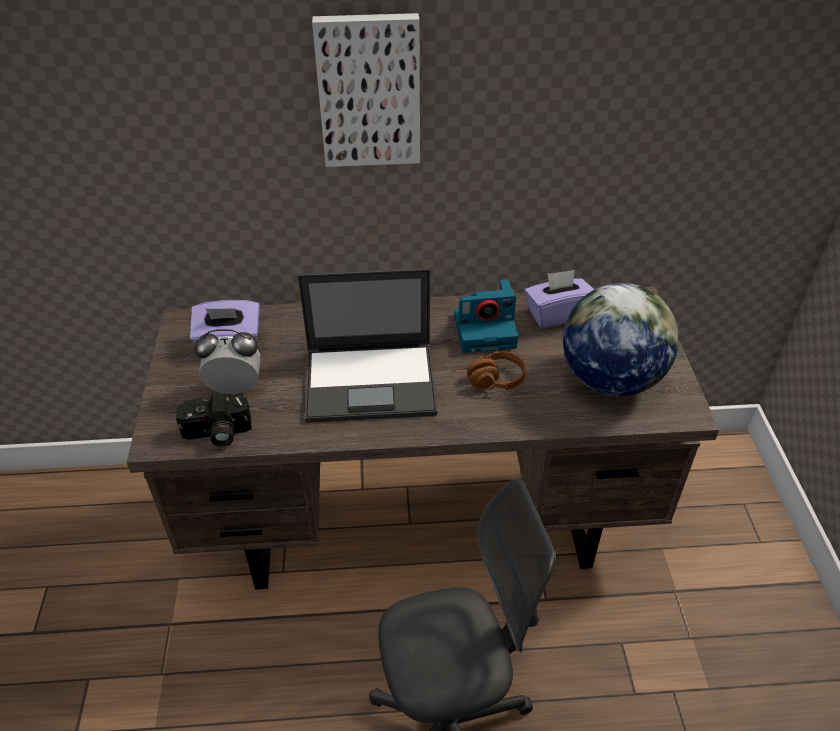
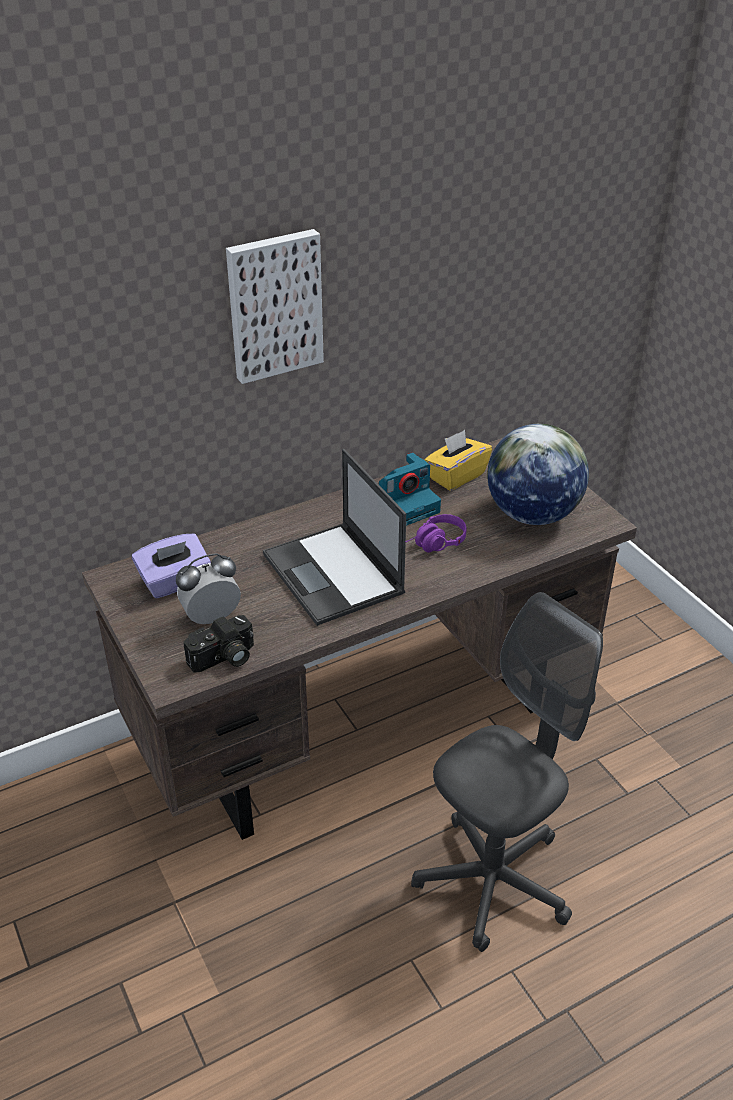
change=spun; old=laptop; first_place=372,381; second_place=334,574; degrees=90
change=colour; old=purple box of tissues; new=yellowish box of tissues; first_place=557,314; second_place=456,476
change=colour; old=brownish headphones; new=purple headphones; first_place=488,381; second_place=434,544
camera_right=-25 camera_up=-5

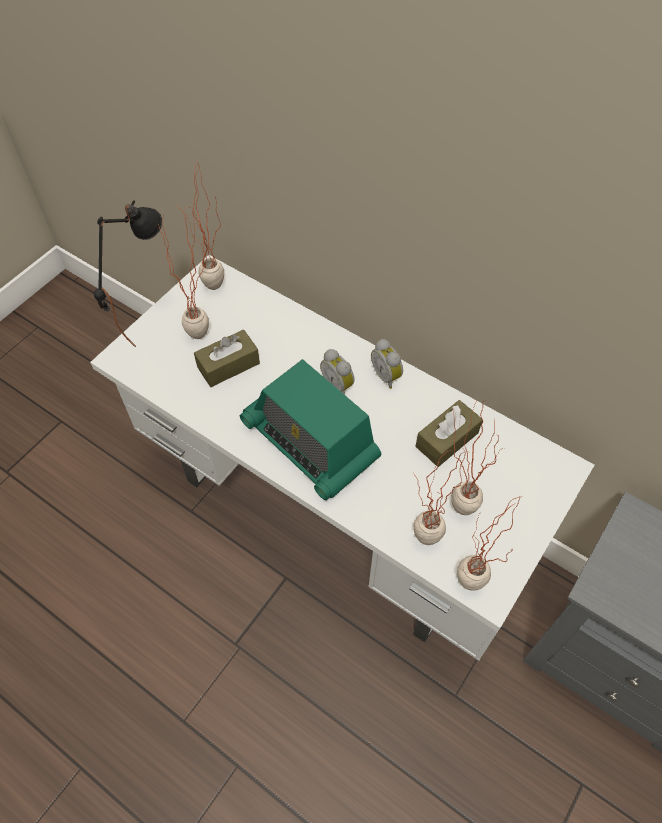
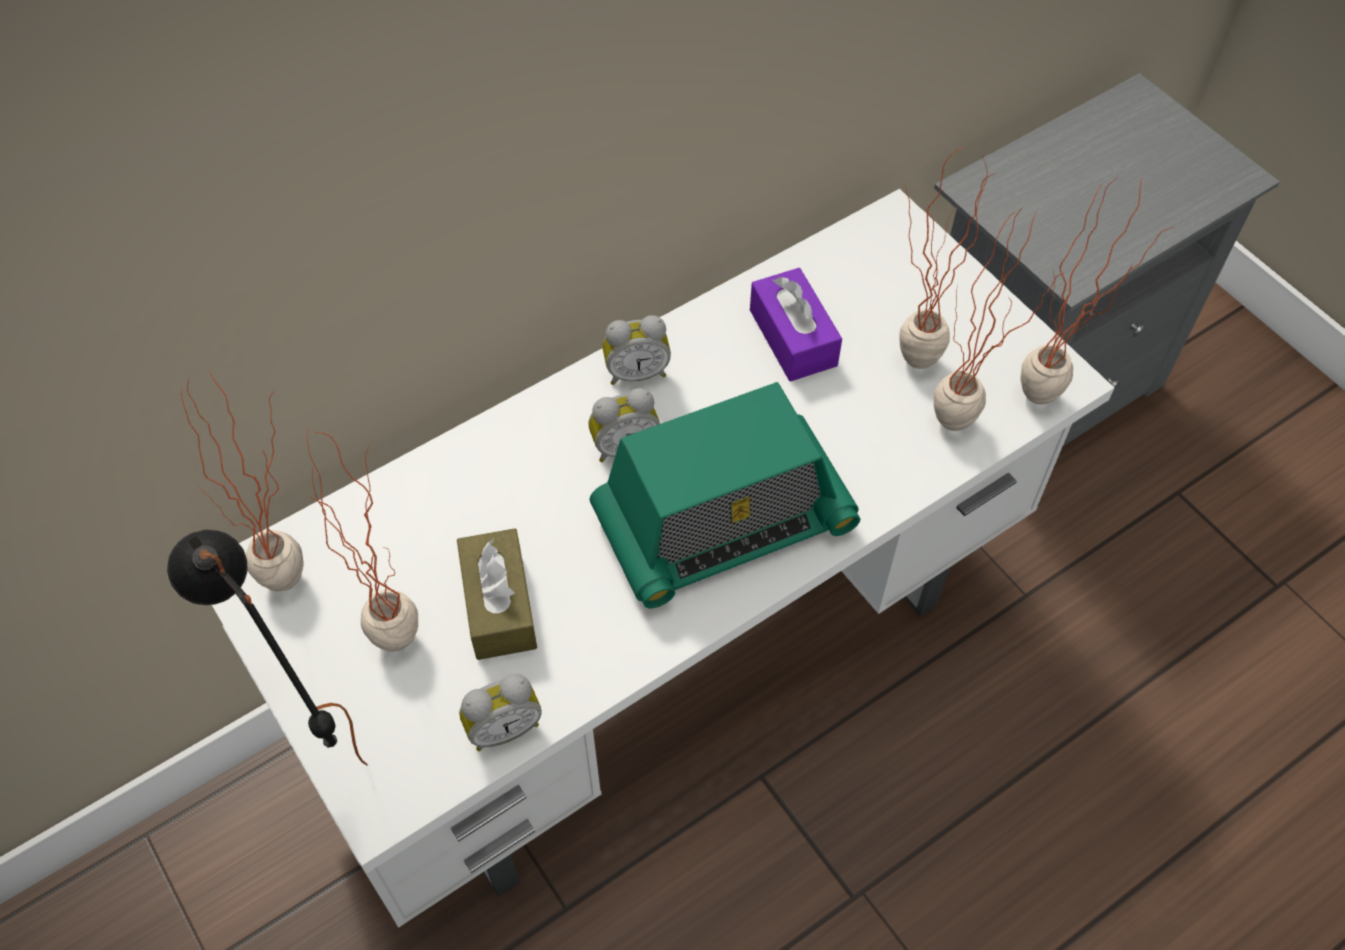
change=colour; old=brownish box of tissues; new=purple box of tissues; first_place=447,439; second_place=793,337
change=appeared; new=bedside clock; second_place=503,727
camera_right=-70 camera_up=0

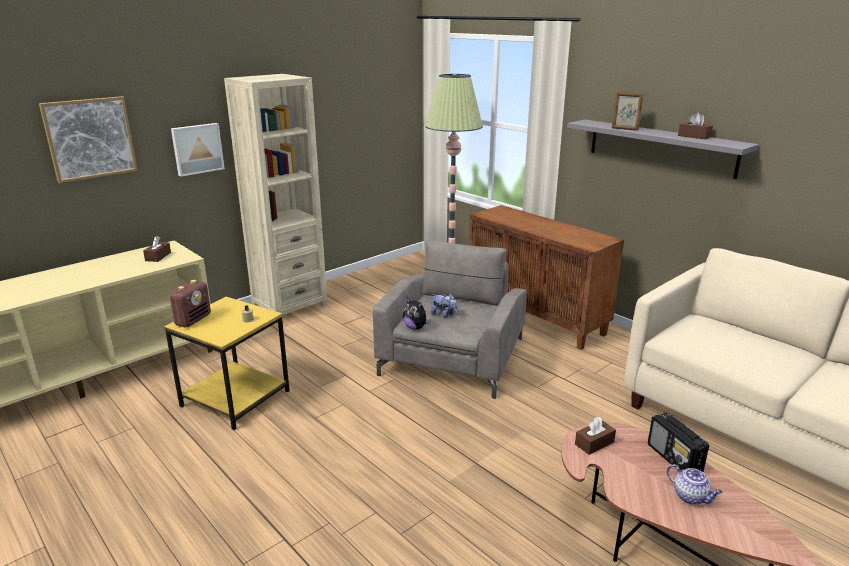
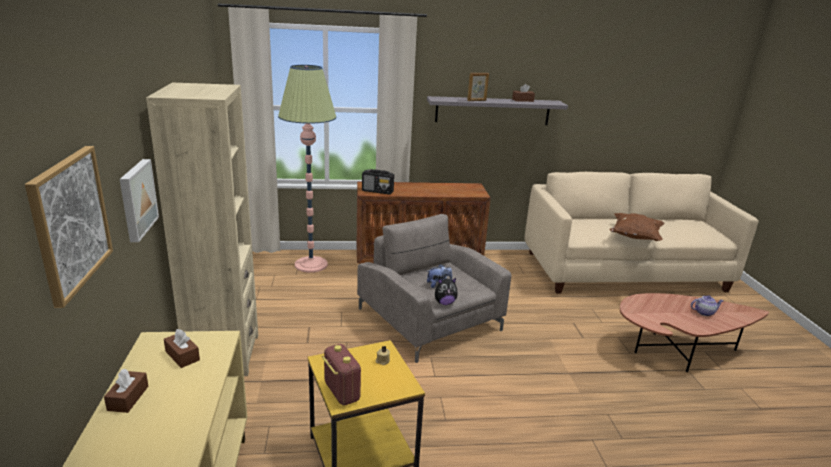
change=relocated; old=radio set; first_place=674,459; second_place=378,191
change=relocated; old=brownish box of tissues; first_place=594,443; second_place=128,398
change=appeared; new=brownish pillow; second_place=634,237
camera_right=-55 camera_up=0

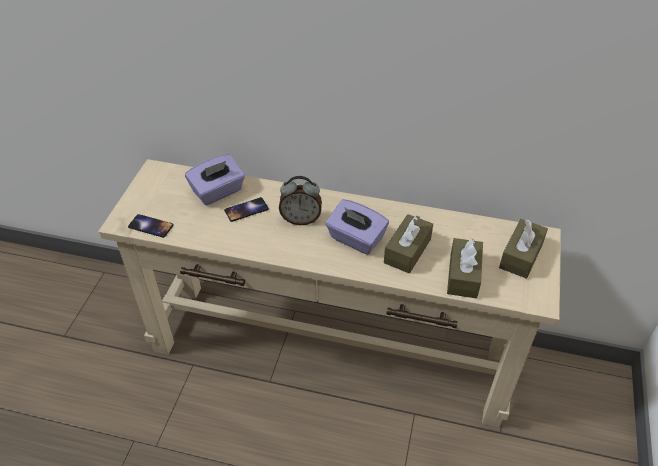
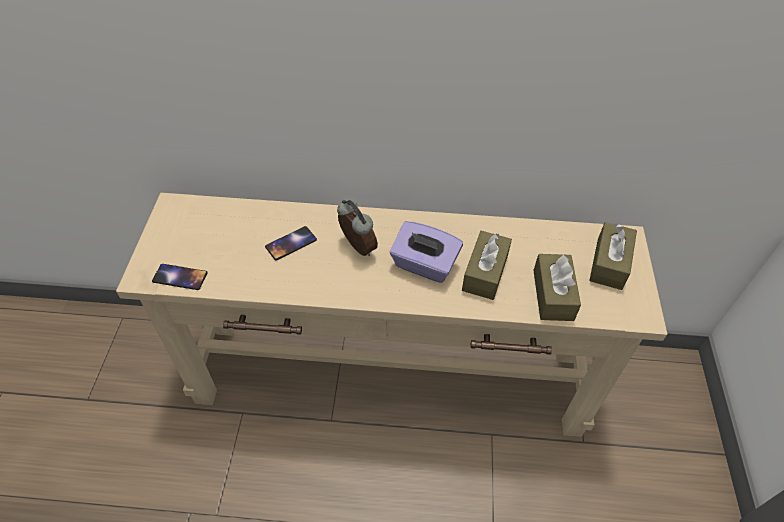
change=missing; old=purple box of tissues; first_place=218,192
change=spun; old=bedside clock; first_place=301,219; second_place=356,248; degrees=-120
camera_right=-10 camera_up=5

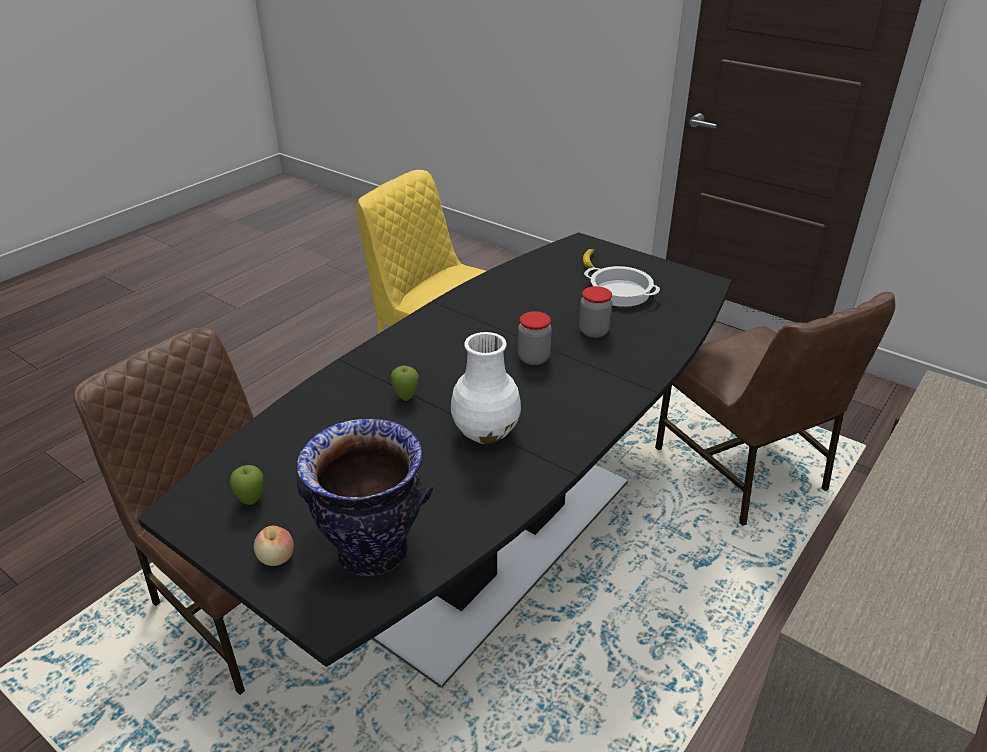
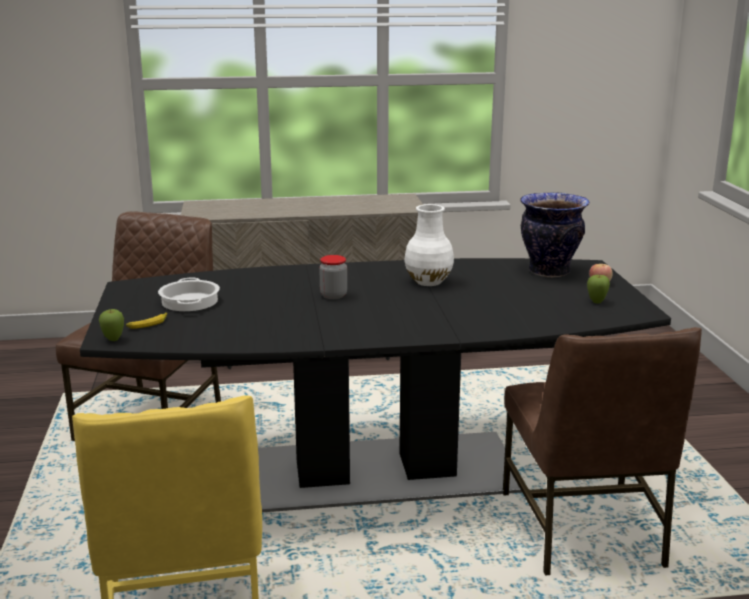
change=missing; old=preserve jar; first_place=593,331
change=relocated; old=whole apple; first_place=406,398; second_place=113,340
camera_right=-135 camera_up=-15

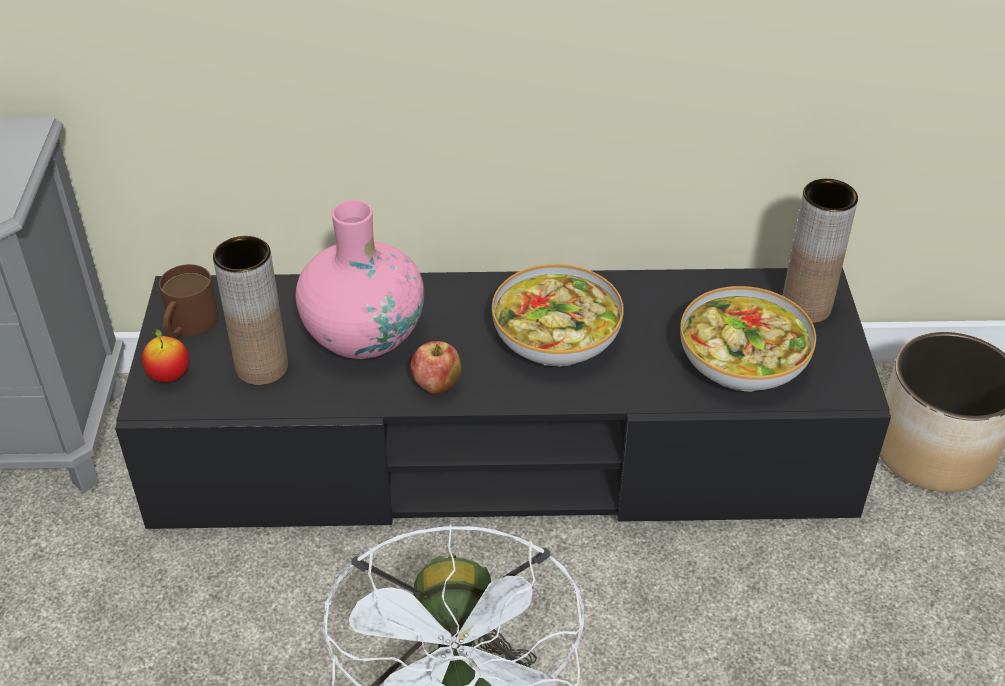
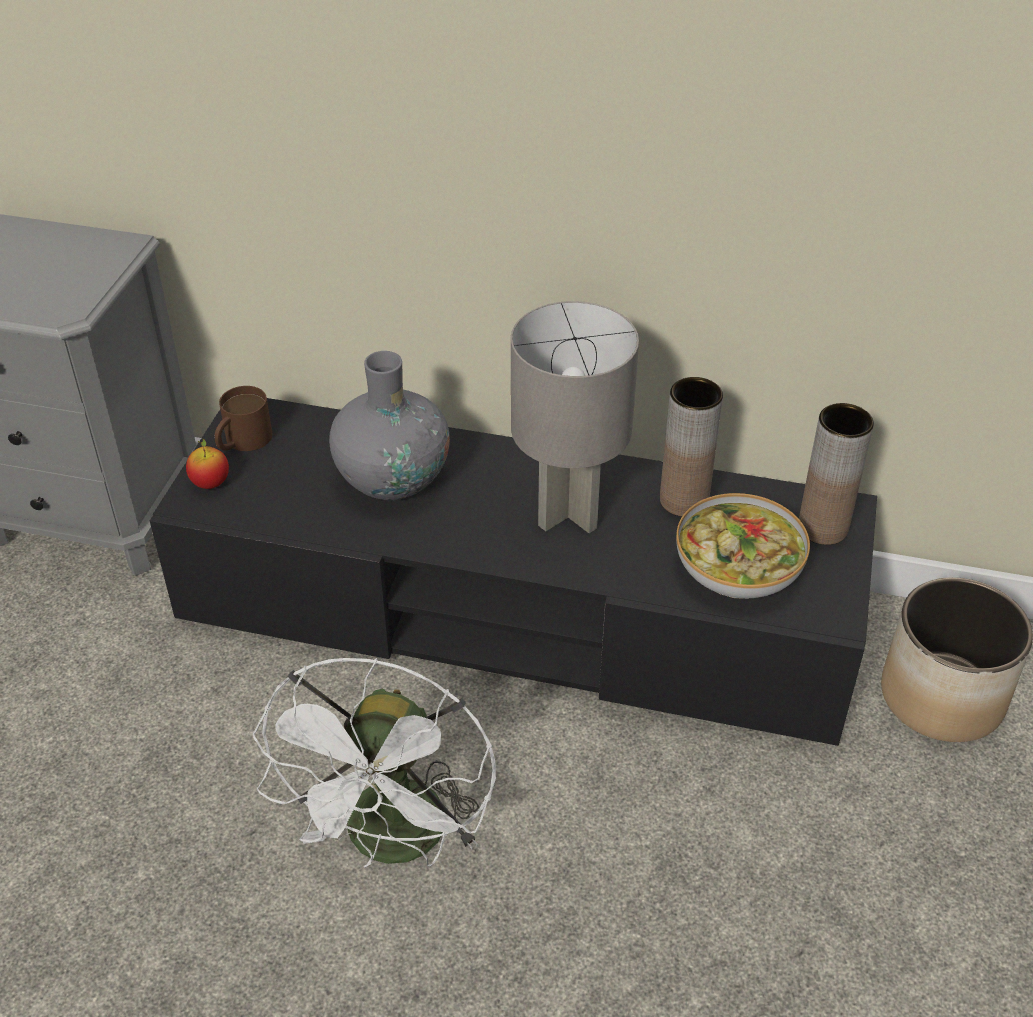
change=colour; old=pinkish flower vase; new=greyish flower vase; first_place=364,335; second_place=393,478
change=relocated; old=brownish flower vase; first_place=262,367; second_place=684,500
change=exchanged; old=serving bowl; new=greyish tabletop lamp; first_place=556,336; second_place=568,511
change=missing; old=whole apple; first_place=436,386
camera_right=15 camera_up=0

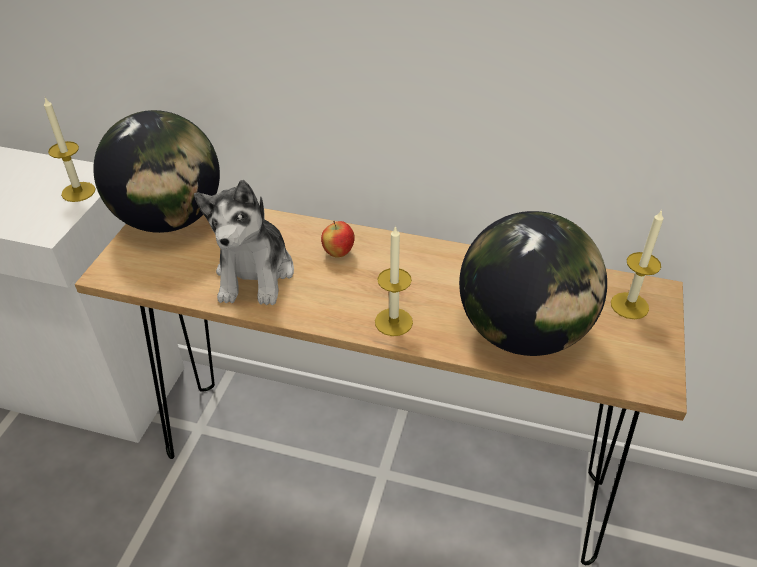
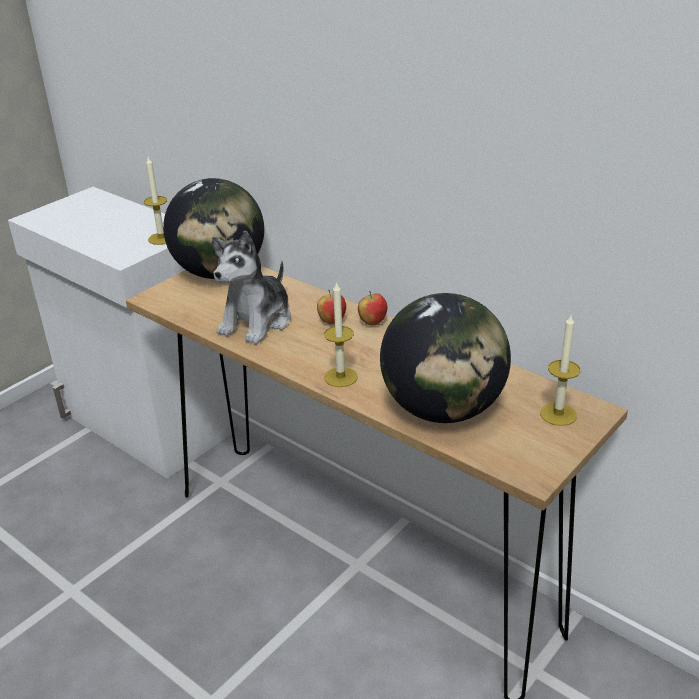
change=appeared; new=whole apple; second_place=372,323
camera_right=25 camera_up=-10

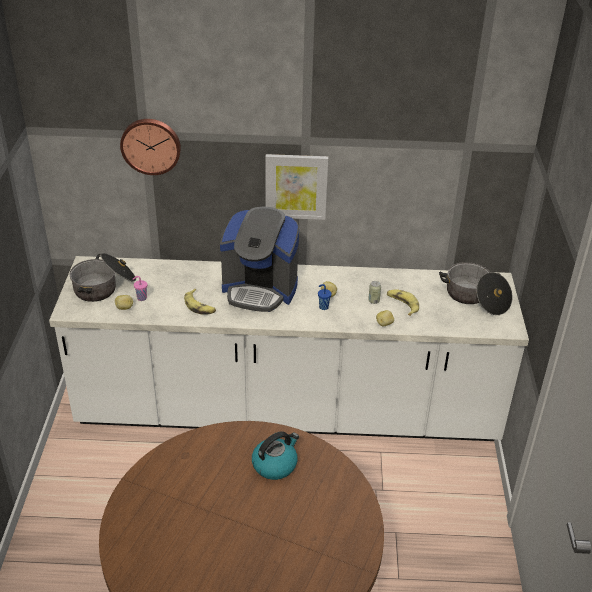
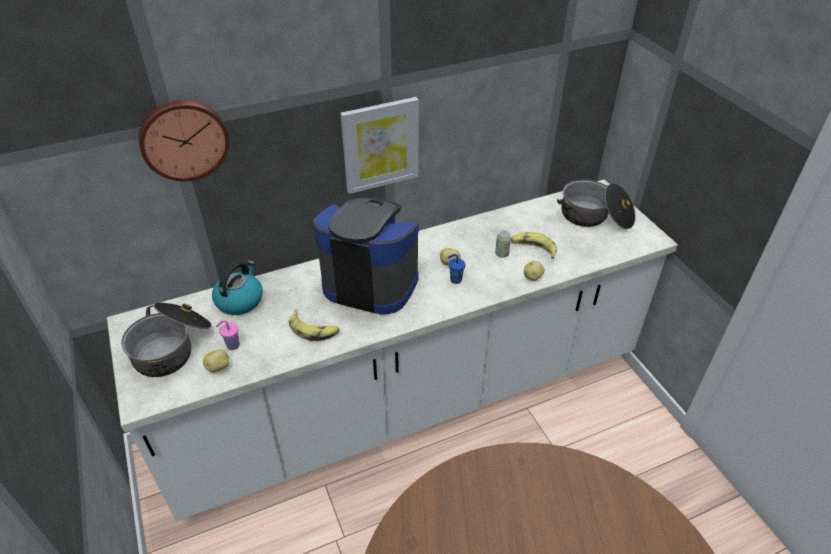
change=spun; old=coffee maker; first_place=260,289; second_place=370,283; degrees=-150
change=relocated; old=tea kettle; first_place=275,464; second_place=240,300
camera_right=-25 camera_up=5

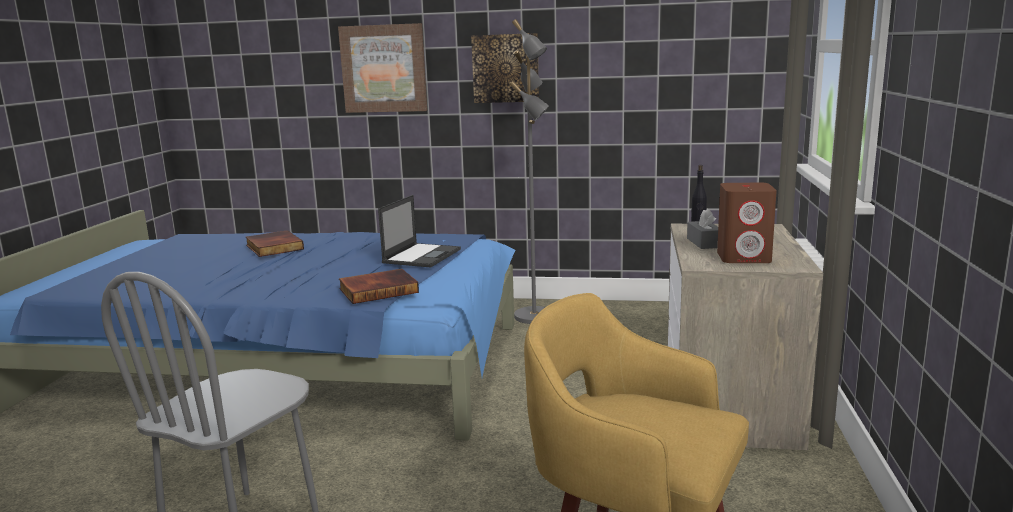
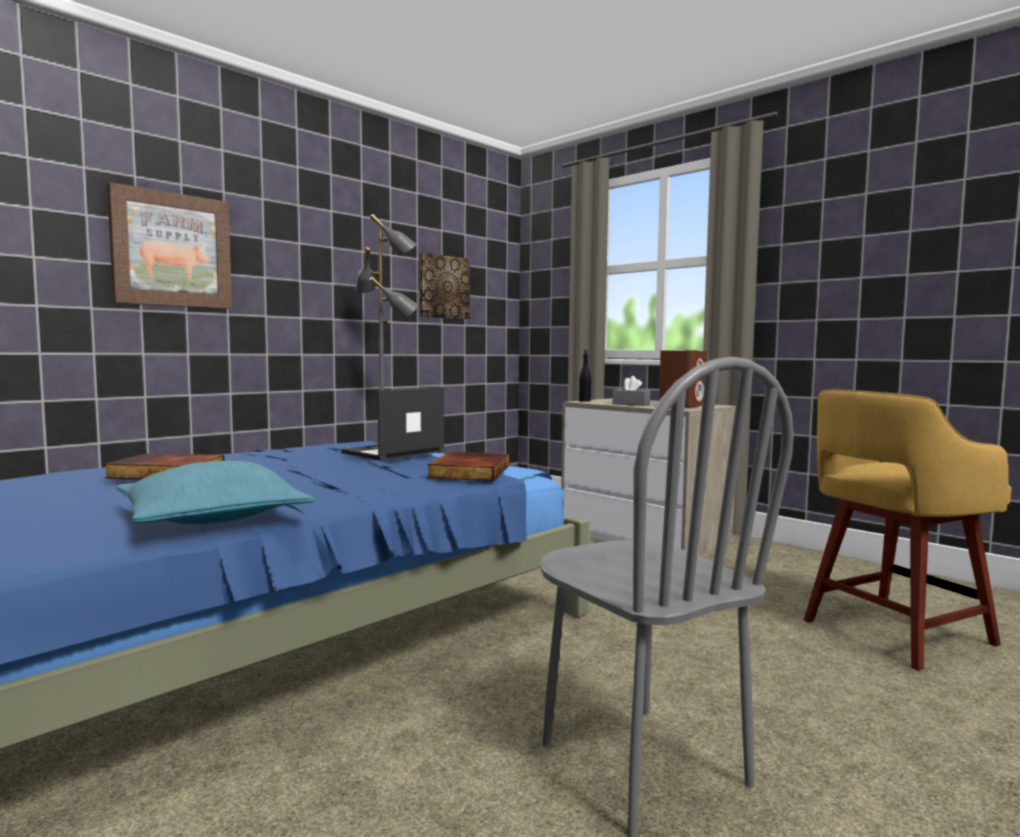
change=relocated; old=wall art; first_place=505,68; second_place=443,287
change=spun; old=laptop; first_place=422,255; second_place=392,452; degrees=-105
change=appeared; new=turquoise-coloured pillow; second_place=213,518
camera_right=-55 camera_up=-10

